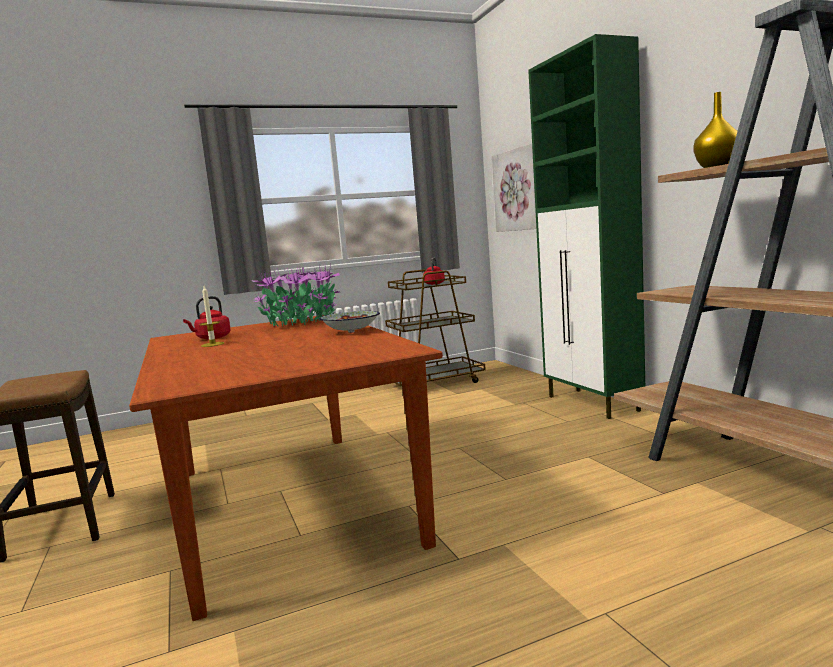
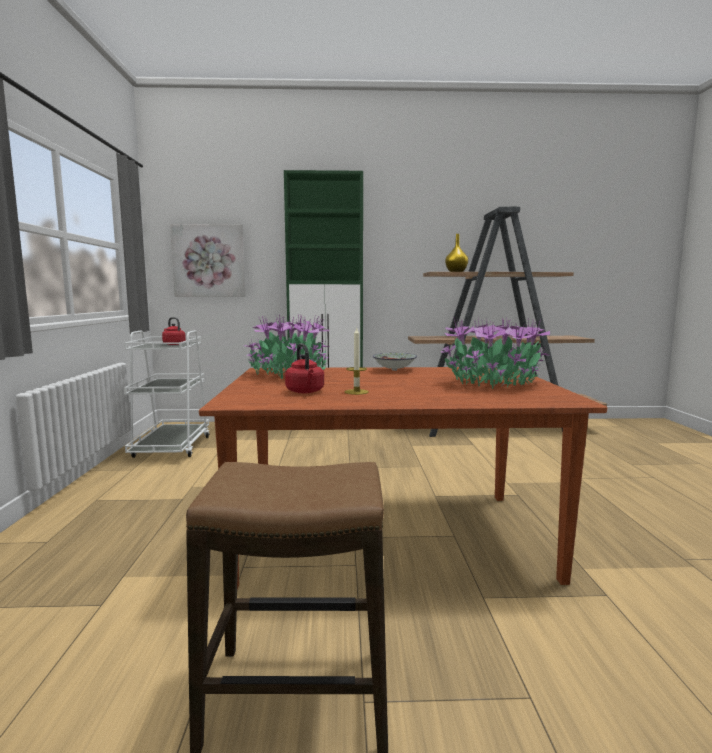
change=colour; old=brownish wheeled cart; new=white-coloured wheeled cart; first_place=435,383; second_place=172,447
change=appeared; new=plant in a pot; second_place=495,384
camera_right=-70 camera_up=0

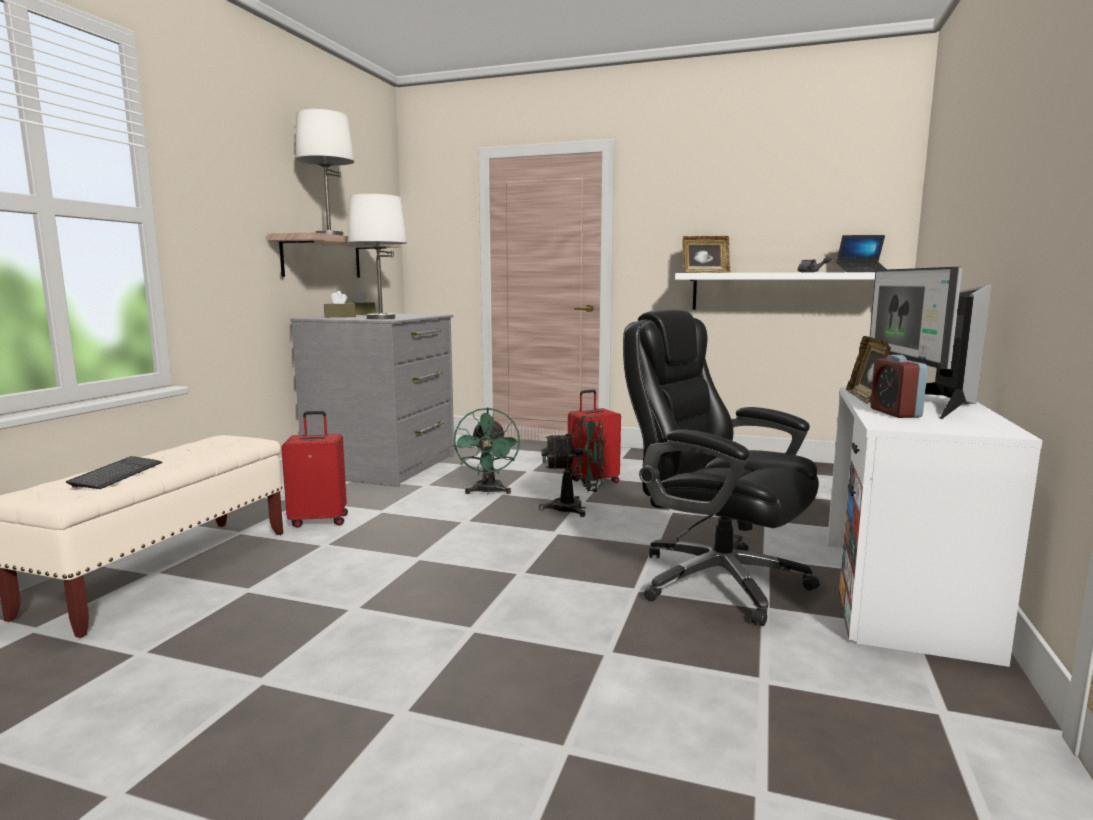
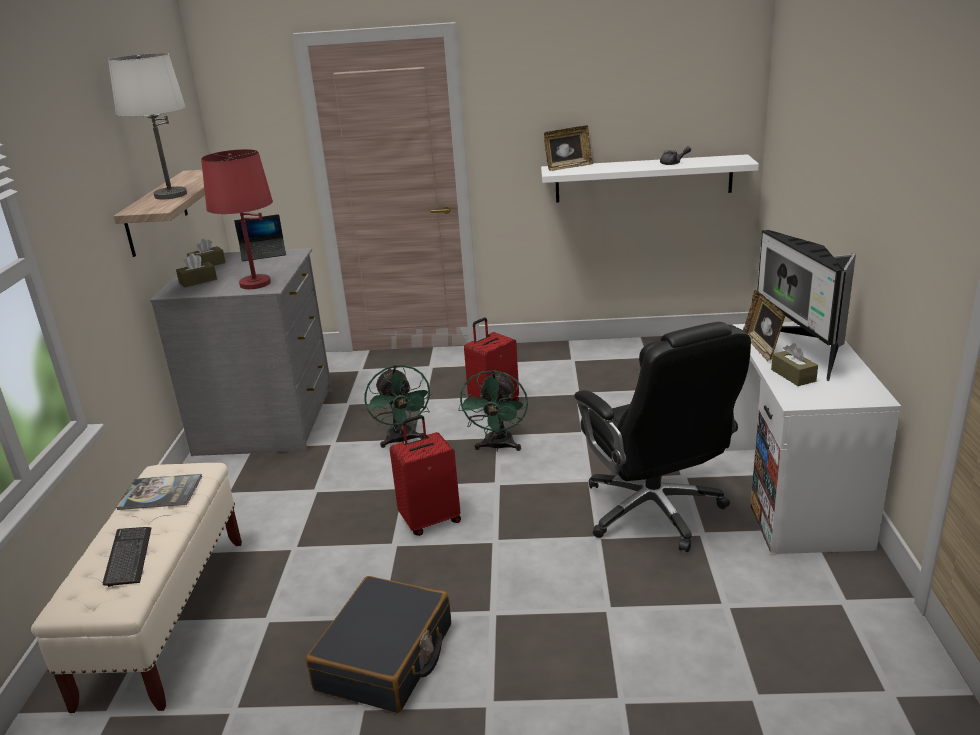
change=colour; old=white-coloured tabletop lamp; new=red-coloured tabletop lamp; first_place=380,318; second_place=255,284
change=relocated; old=laptop; first_place=862,272; second_place=263,254
change=spun; old=black-coloured computer chair; first_place=716,580; second_place=655,511; degrees=-135
change=exchanged; old=bedside clock; new=brownish box of tissues; first_place=895,413; second_place=793,375
change=relocated; old=red-coloured suitcase; first_place=319,520; second_place=430,520
change=spun; old=greenish electric fan; first_place=576,508; second_place=498,447; degrees=120
change=appeared; new=bound book; second_place=160,493
change=appeared; new=black-coloured suitcase; second_place=385,657
camera_right=-15 camera_up=15

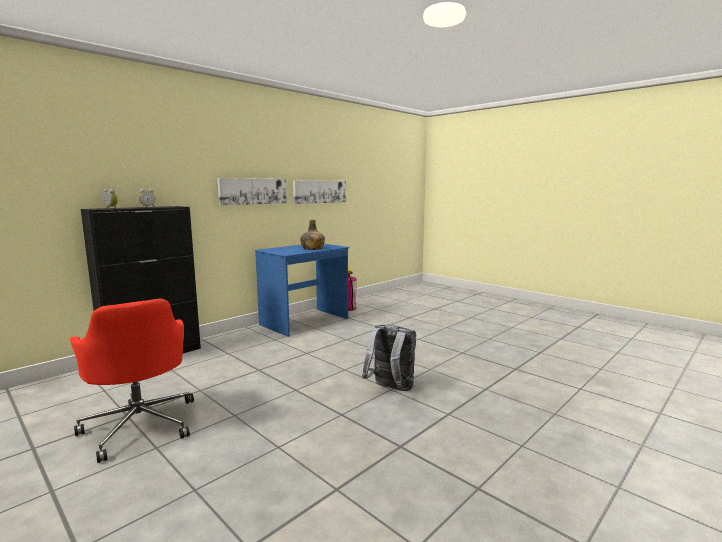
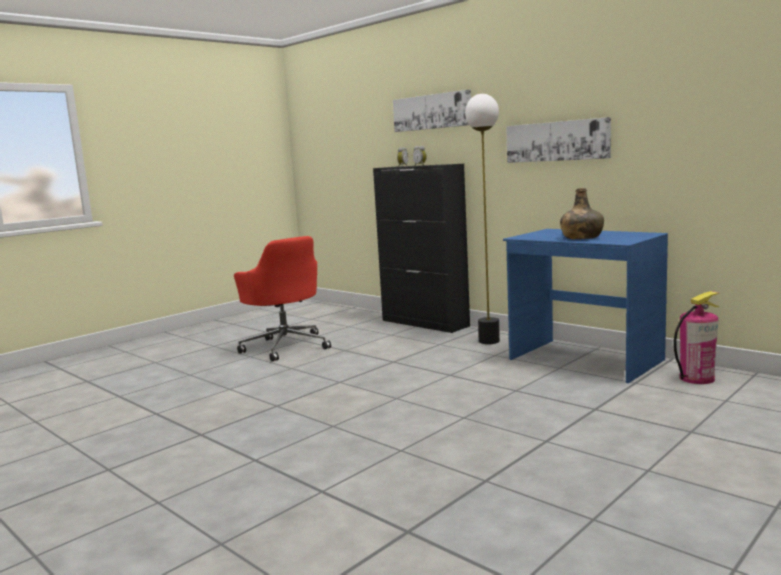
change=relocated; old=wall art; first_place=320,191; second_place=432,112
change=spun; old=red-coloured computer chair; first_place=141,425; second_place=285,346; degrees=-90
change=missing; old=greyish rucksack; first_place=390,389
change=appeared; new=standing lamp; second_place=489,341
camera_right=90 camera_up=0

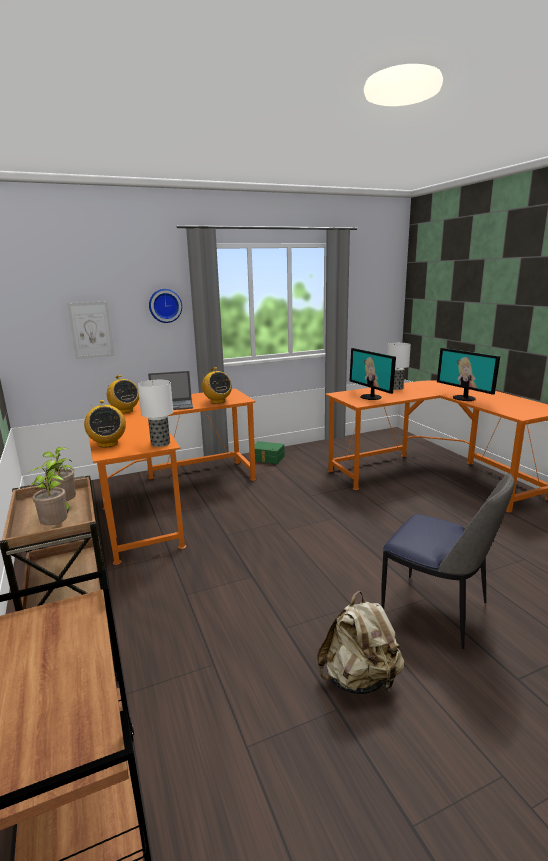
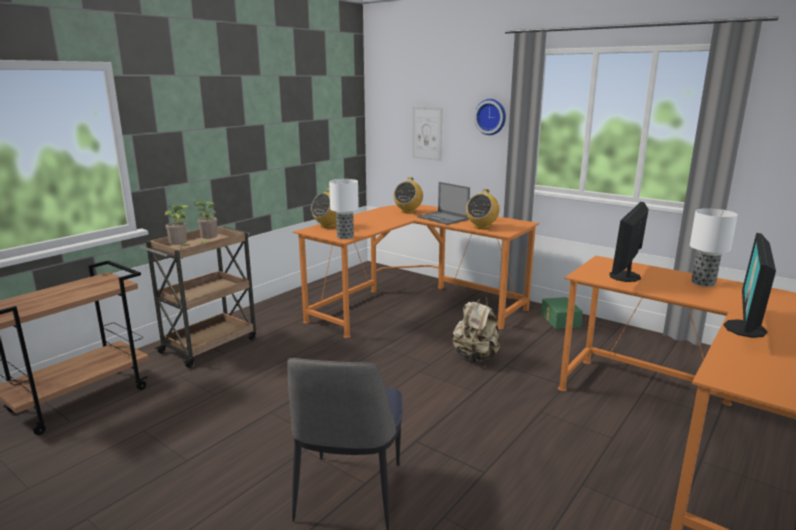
change=relocated; old=beige-coloured rucksack; first_place=359,679; second_place=476,357
camera_right=60 camera_up=0

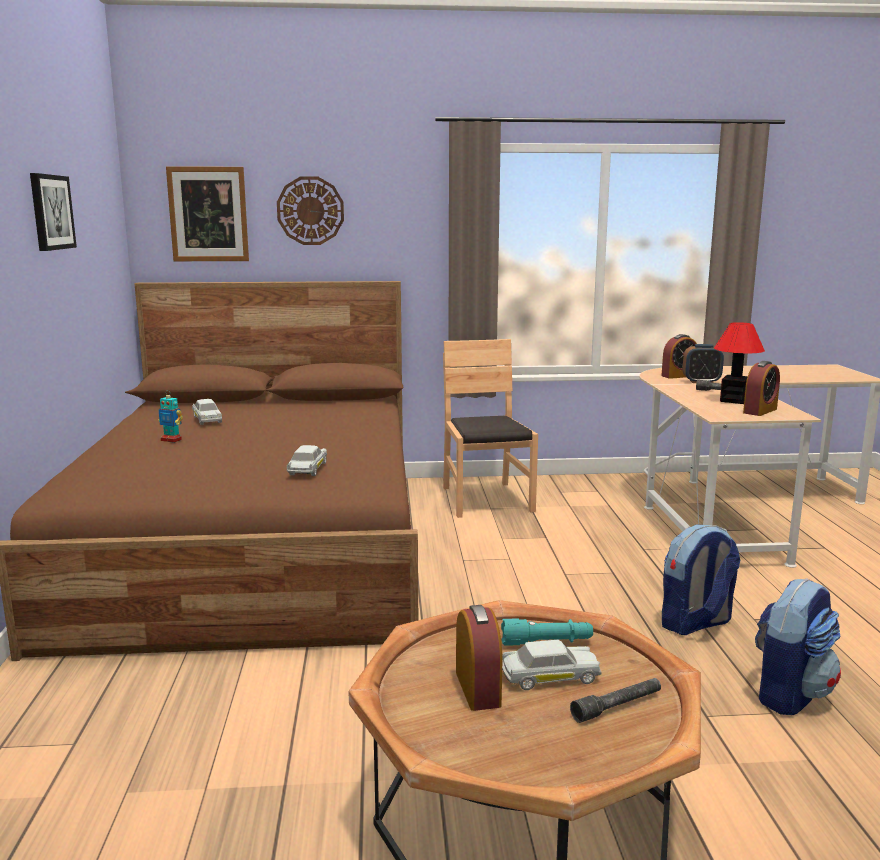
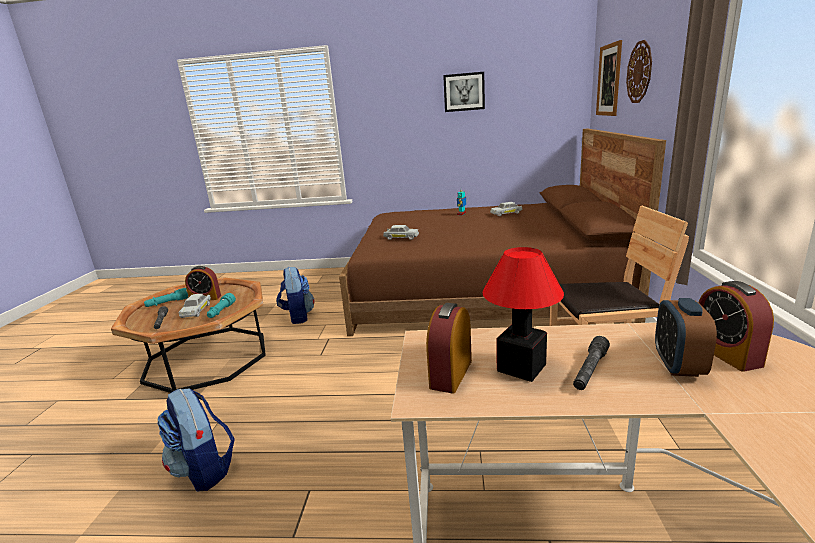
change=spun; old=bedside clock; first_place=760,411; second_place=451,374; degrees=60
change=relocated; old=rucksack; first_place=695,624; second_place=298,316
change=appeared; new=turquoise-coloured flashlight; second_place=167,303
camera_right=100 camera_up=5

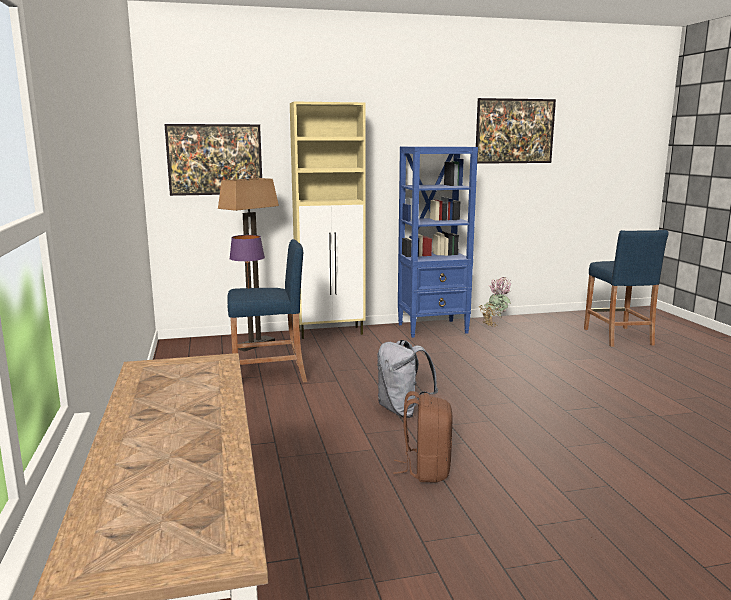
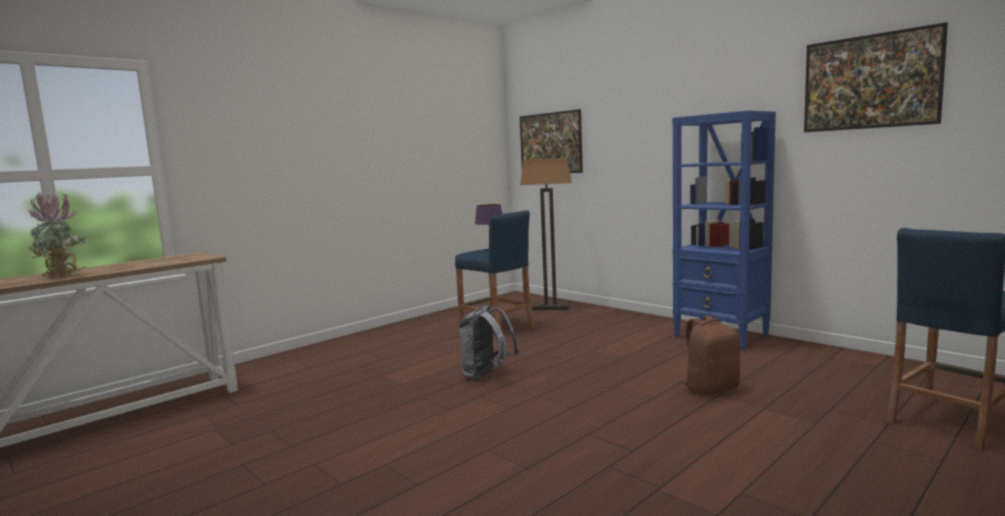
change=missing; old=beige-coloured cabinet; first_place=331,332
change=relocated; old=plant in a pot; first_place=494,325; second_place=63,276
change=relocated; old=brownish rucksack; first_place=425,470; second_place=710,388
camera_right=60 camera_up=-5

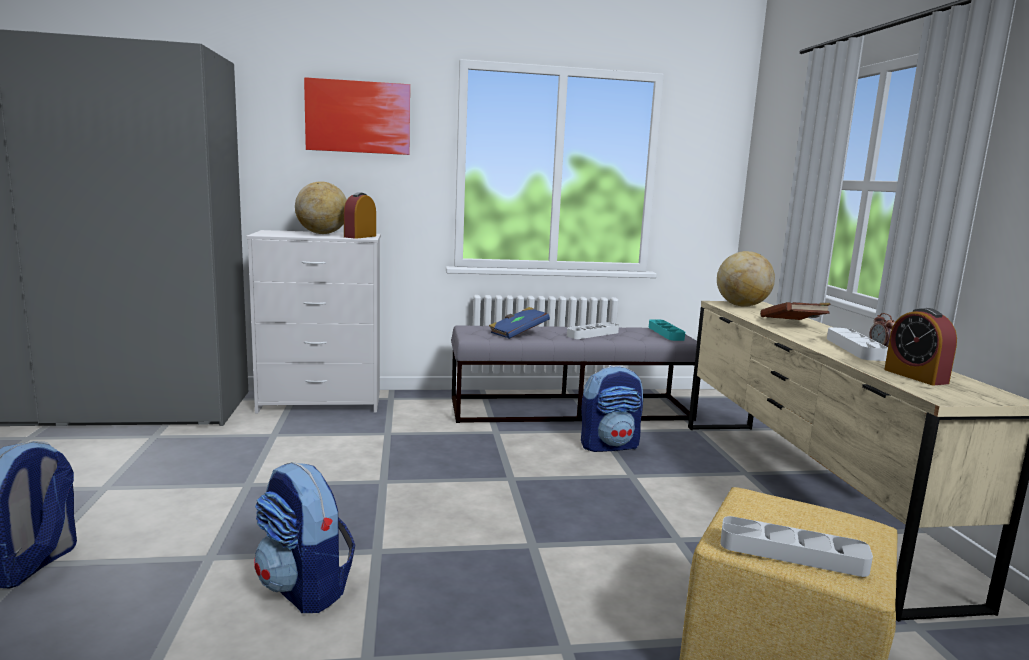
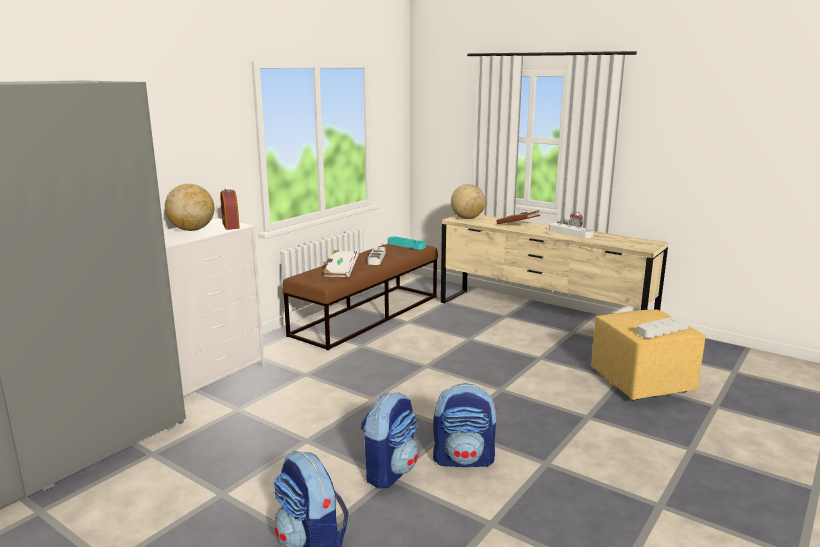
change=missing; old=wall art; first_place=358,117
change=colour; old=bluish bound book; new=white-coloured bound book; first_place=518,333; second_place=340,272
change=missing; old=bedside clock; first_place=915,376
change=colour; old=greyish indoor bench; new=brownish indoor bench; first_place=571,409; second_place=367,315
change=relocated; old=rucksack; first_place=609,445; second_place=390,471
camera_right=-45 camera_up=5

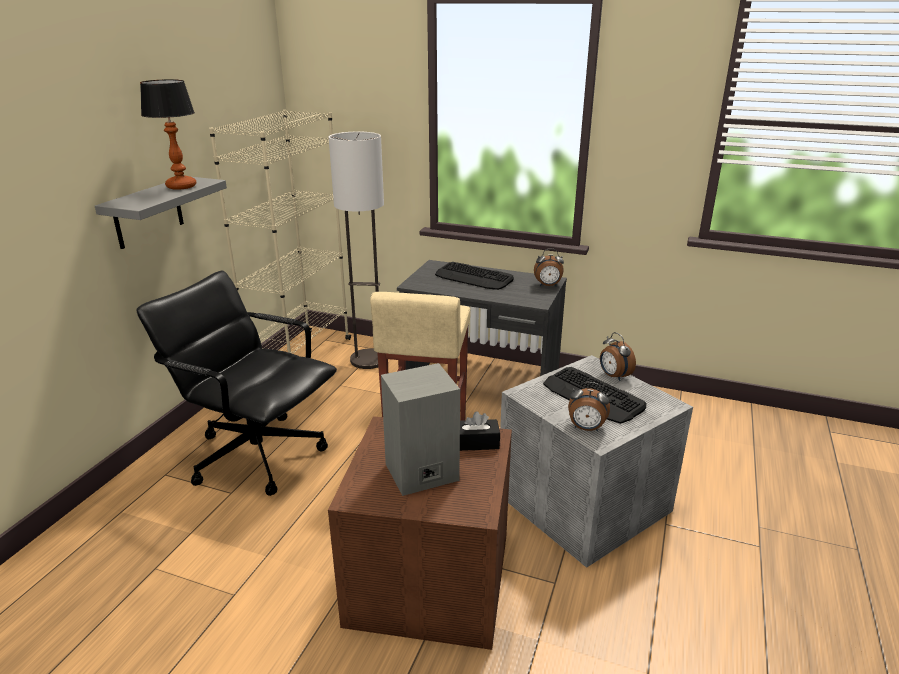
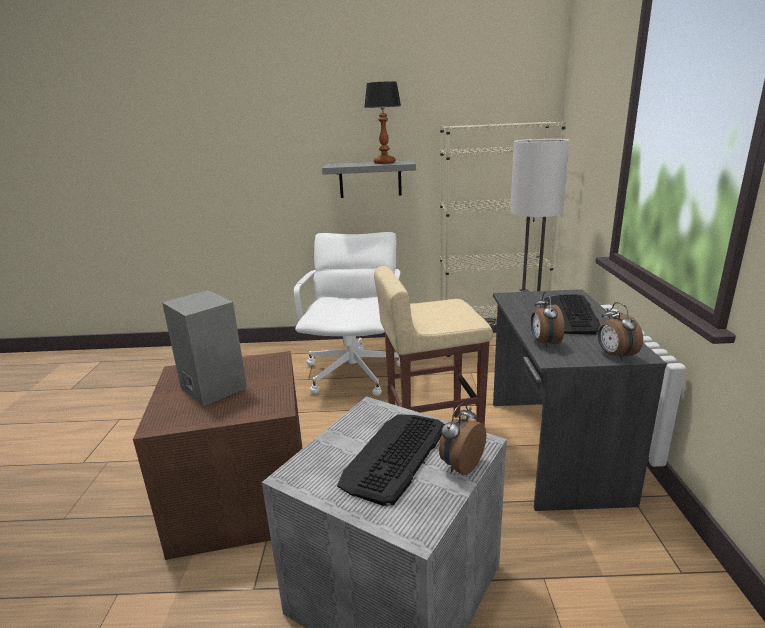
change=colour; old=black-coloured computer chair; new=white-coloured computer chair; first_place=257,454; second_place=354,372
change=relocated; old=bedside clock; first_place=586,428; second_place=544,343
change=missing; old=black-coloured box of tissues; first_place=475,443
camera_right=70 camera_up=-5

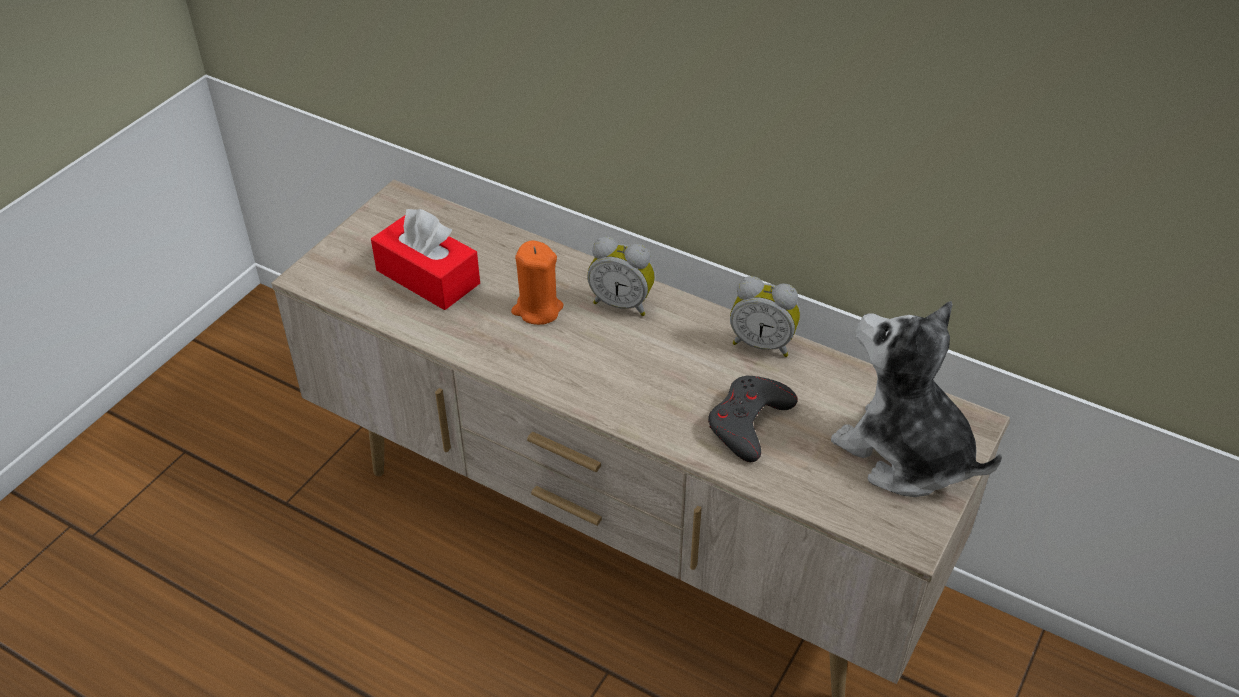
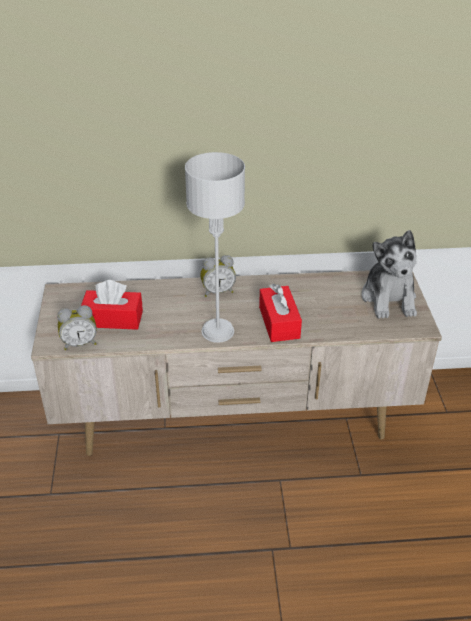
change=missing; old=orange-coloured wax candle; first_place=537,309
change=relocated; old=bedside clock; first_place=762,343; second_place=79,343
change=spun; old=cuddly toy; first_place=904,454; second_place=389,298; degrees=-105
change=missing; old=greyish game controller; first_place=748,422
change=appeared; new=greyish tabletop lamp; second_place=218,331
change=appeared; new=red-coloured box of tissues; second_place=279,322
camera_right=-35 camera_up=-5

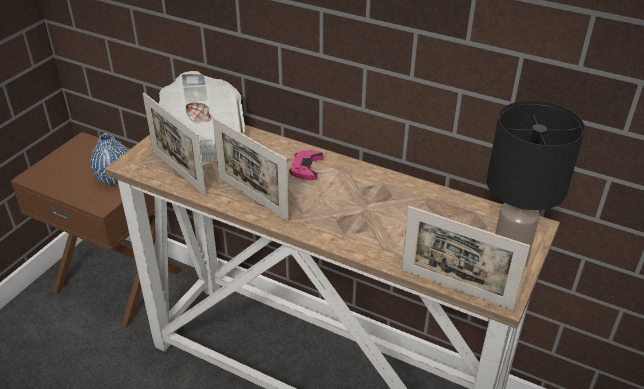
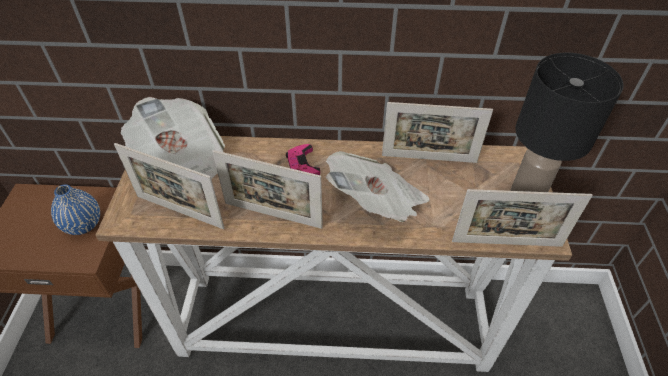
change=appeared; new=picture frame; second_place=429,159
change=appeared; new=daily paper; second_place=377,203
camera_right=-25 camera_up=10

